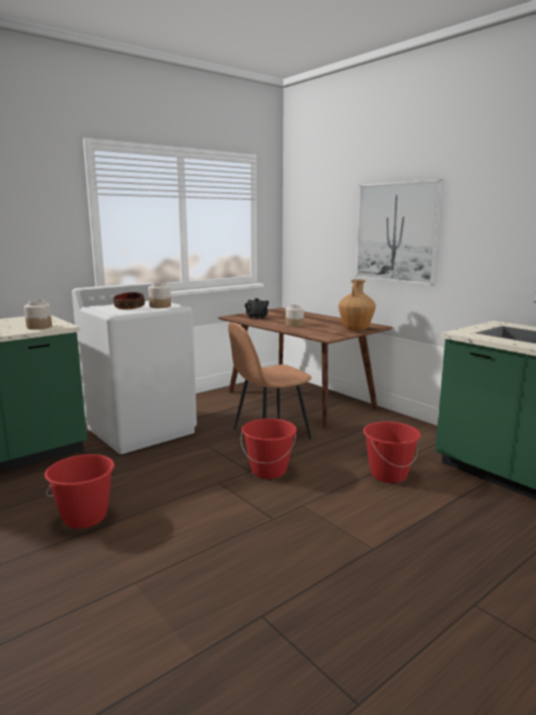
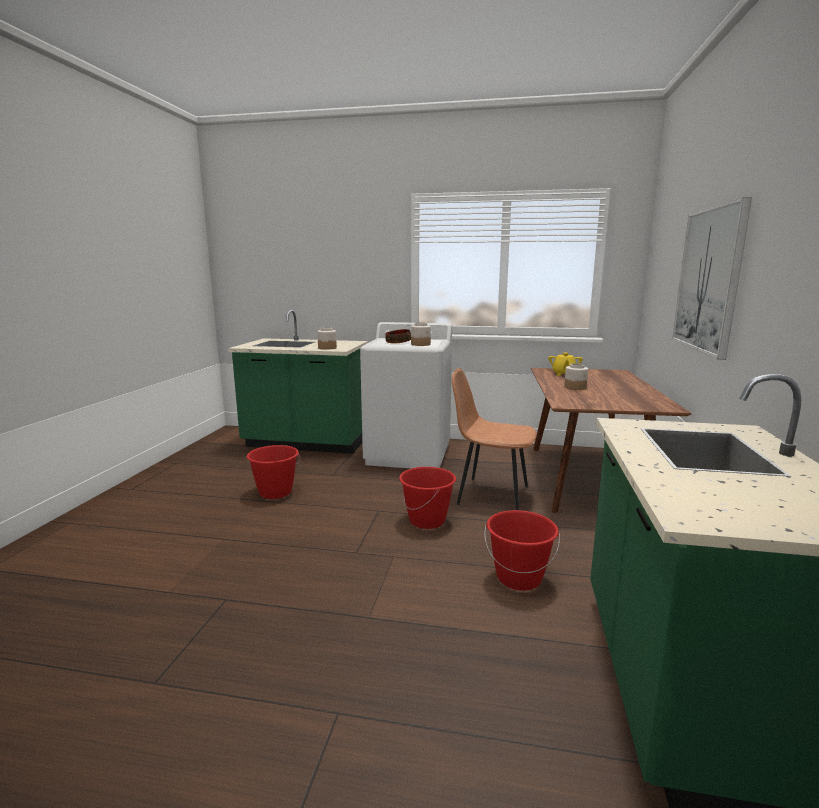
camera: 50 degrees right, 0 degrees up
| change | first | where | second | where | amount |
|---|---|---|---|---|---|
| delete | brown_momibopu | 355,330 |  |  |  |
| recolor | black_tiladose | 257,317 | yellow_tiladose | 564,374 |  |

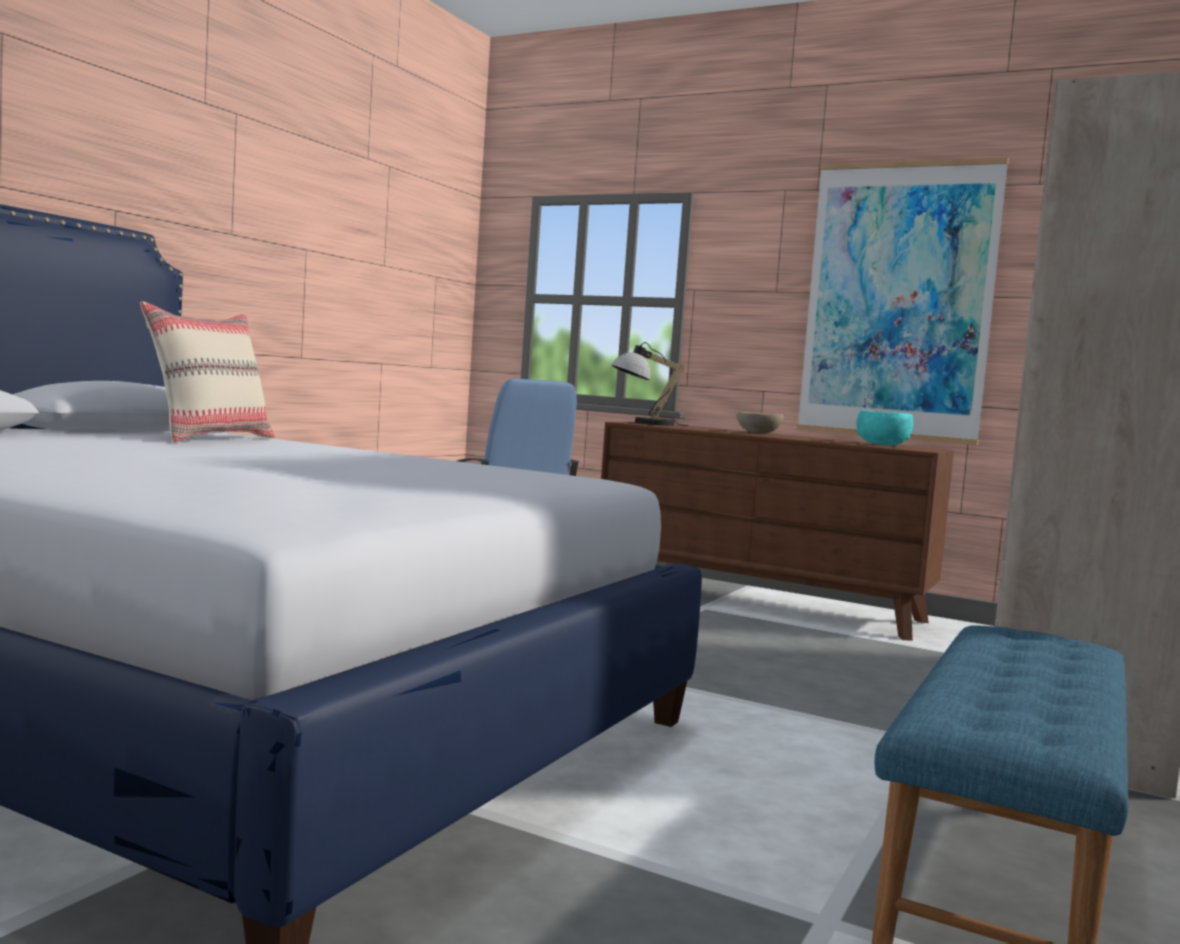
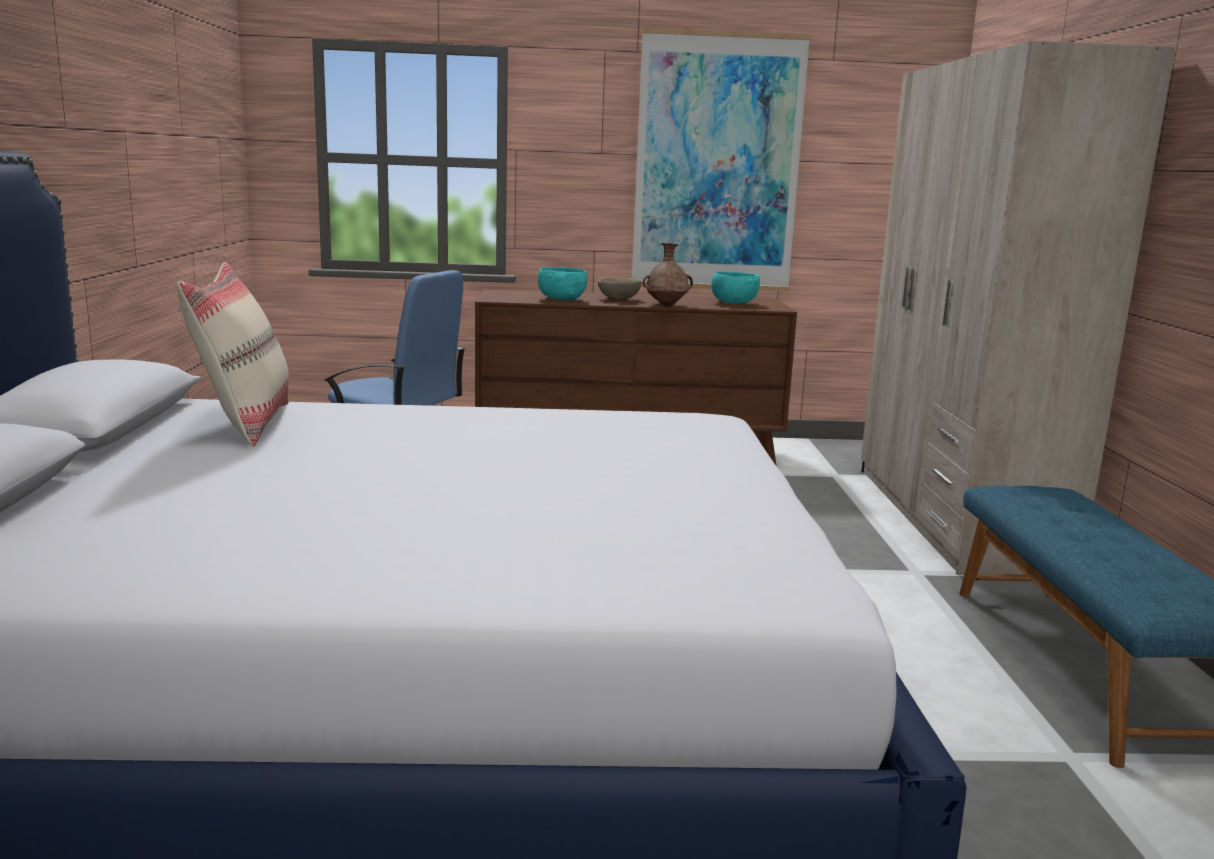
camera: 30 degrees left, 10 degrees up
| change | first | where | second | where | amount |
|---|---|---|---|---|---|
| delete | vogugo | 643,423 |  |  |  |
| insert |  |  | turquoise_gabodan | 561,299 |  |
| insert |  |  | brown_momibopu | 667,305 |  |

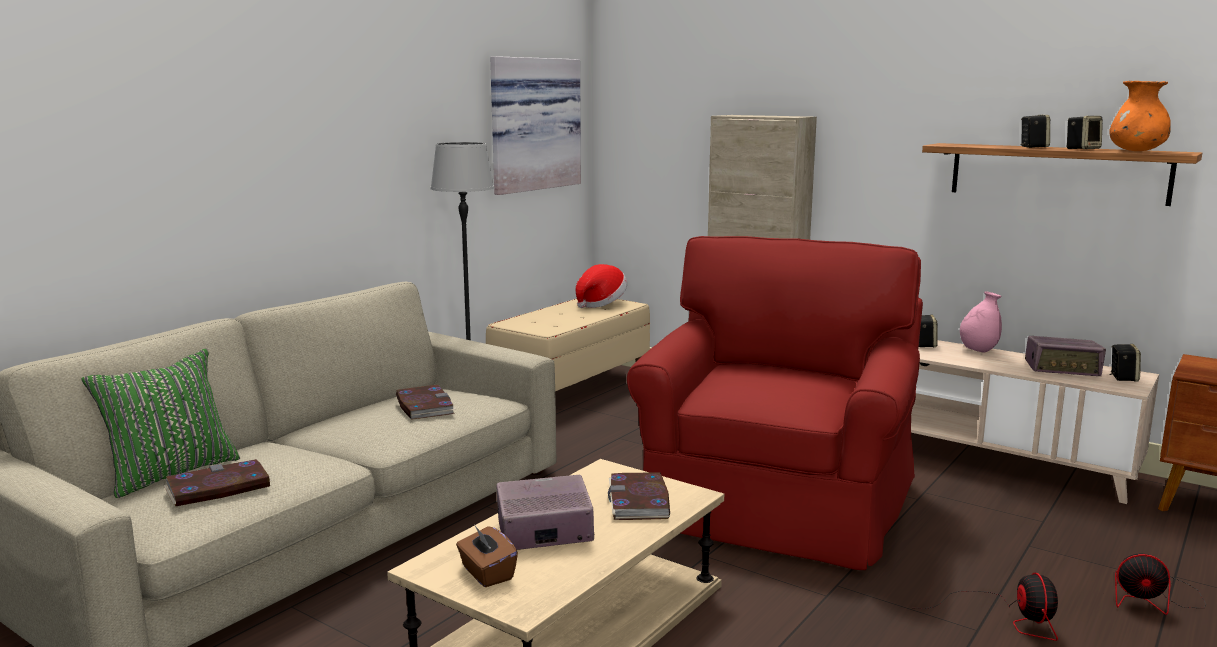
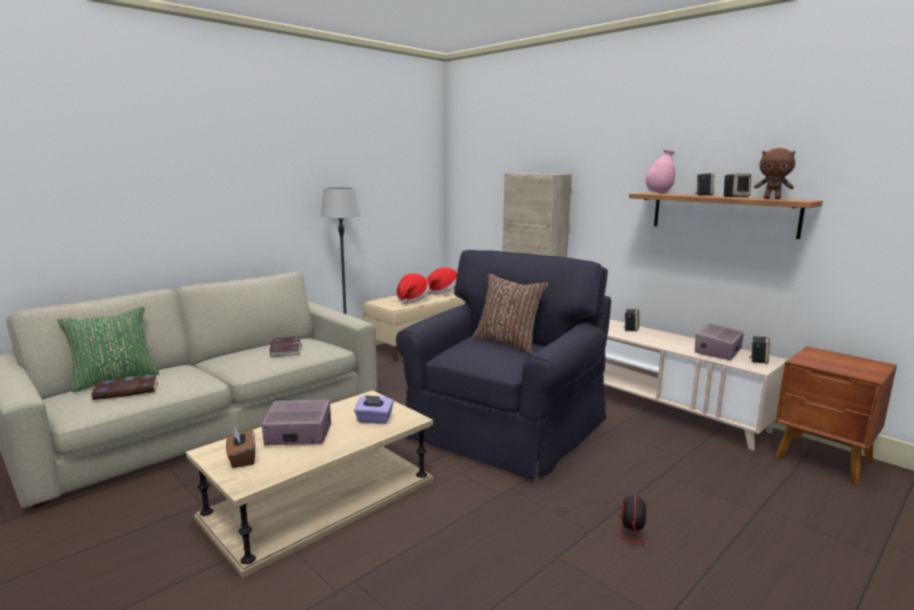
camera: 10 degrees right, 0 degrees up
| change | first | where | second | where | amount |
|---|---|---|---|---|---|
| delete | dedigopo | 532,124 |  |  |  |
| delete | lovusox | 1153,599 |  |  |  |
| insert |  |  | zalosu | 412,300 |  |
| insert |  |  | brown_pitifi | 507,343 |  |
| move | pink_momibopu | 978,350 |  | 658,193 |  |
| replace | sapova | 639,501 | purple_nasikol | 374,420 |  |
| replace | orange_momibopu | 1136,151 | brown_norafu | 772,199 |  |
| recolor | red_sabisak | 774,503 | black_sabisak | 502,428 |  |
| rotate | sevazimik | 1062,370 |  | 717,352 | 105 degrees clockwise |

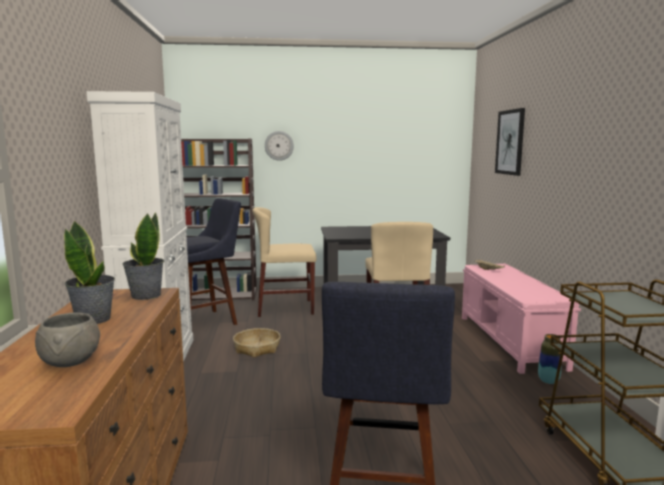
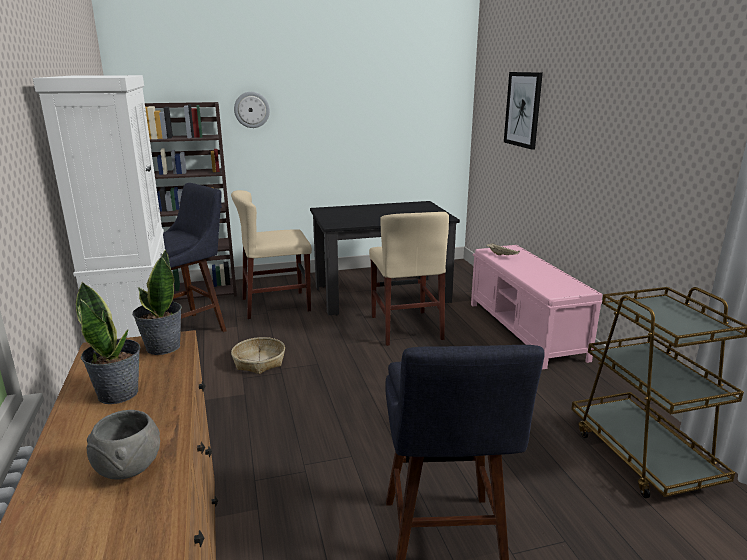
camera: 10 degrees left, 10 degrees up
| change | first | where | second | where | amount |
|---|---|---|---|---|---|
| delete | momibopu | 548,381 |  |  |  |

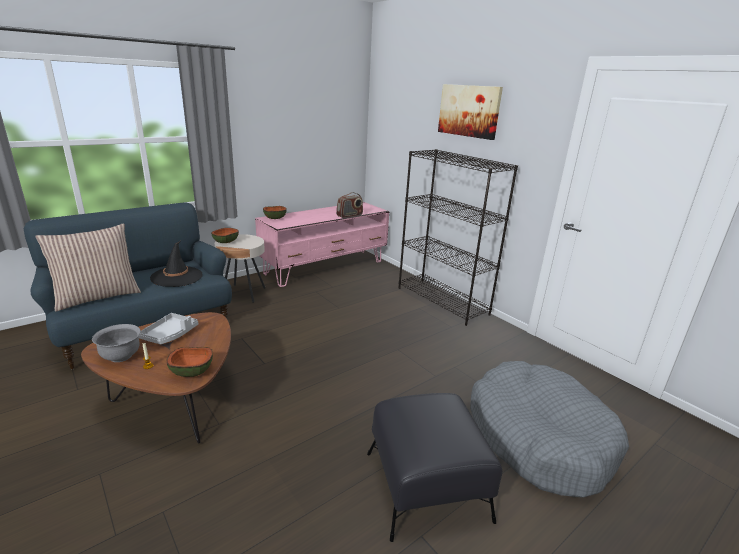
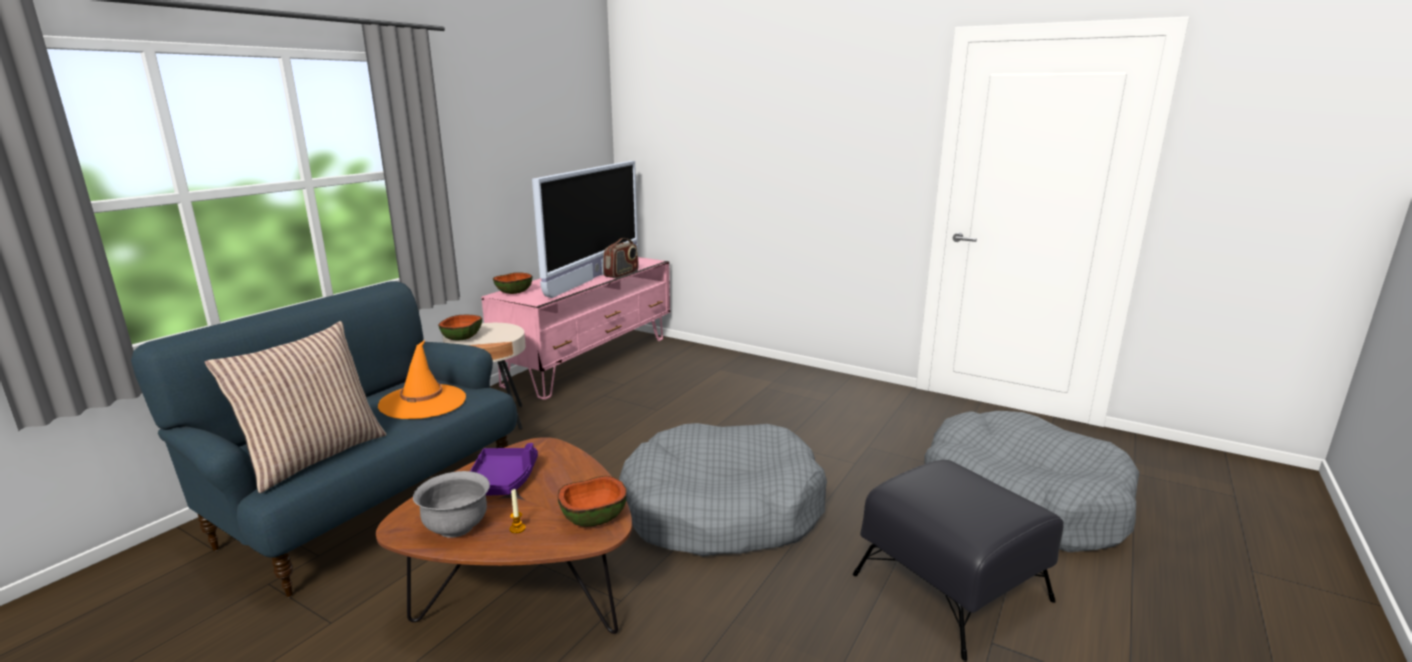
camera: 20 degrees left, 5 degrees down
| change | first | where | second | where | amount |
|---|---|---|---|---|---|
| delete | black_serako | 442,301 |  |  |  |
| delete | dedigopo | 469,111 |  |  |  |
| insert |  |  | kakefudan | 595,277 |  |
| insert |  |  | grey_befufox | 721,510 |  |
| recolor | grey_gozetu | 170,334 | purple_gozetu | 502,481 |  |
| recolor | black_zalosu | 177,277 | orange_zalosu | 423,402 |  |

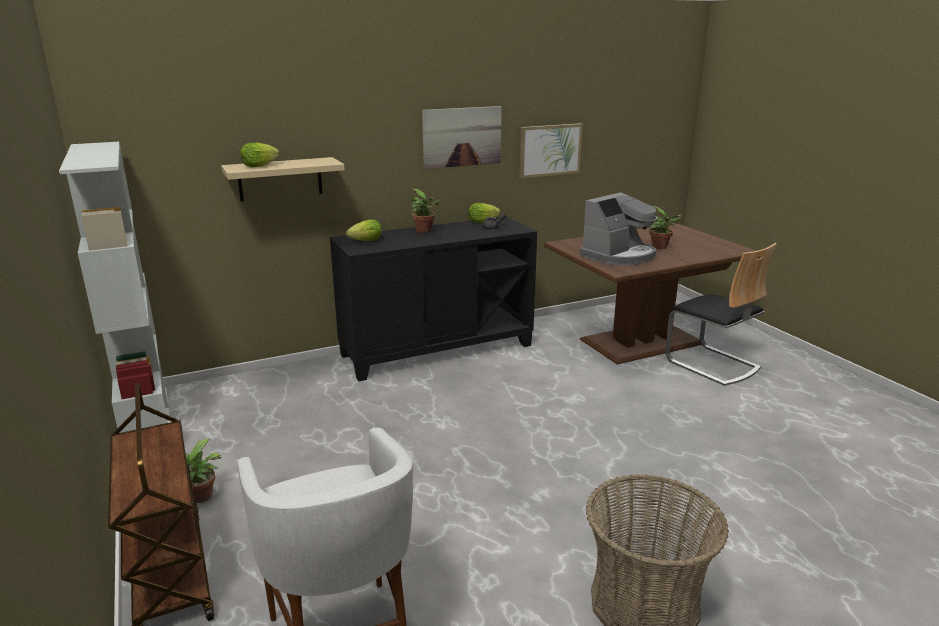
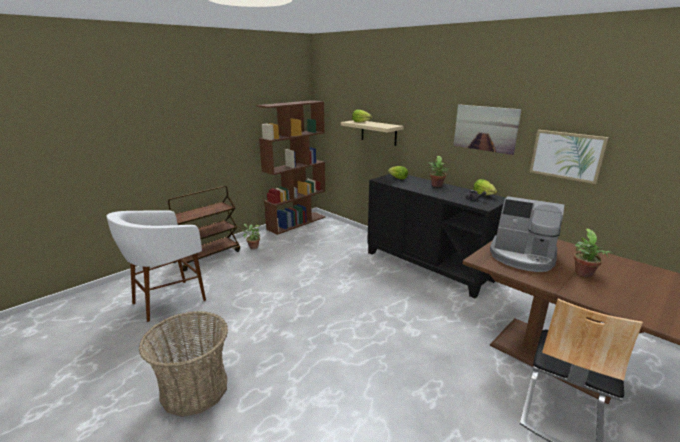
camera: 70 degrees right, 0 degrees up
| change | first | where | second | where | amount |
|---|---|---|---|---|---|
| recolor | white_serako | 147,425 | brown_serako | 297,223 |  |

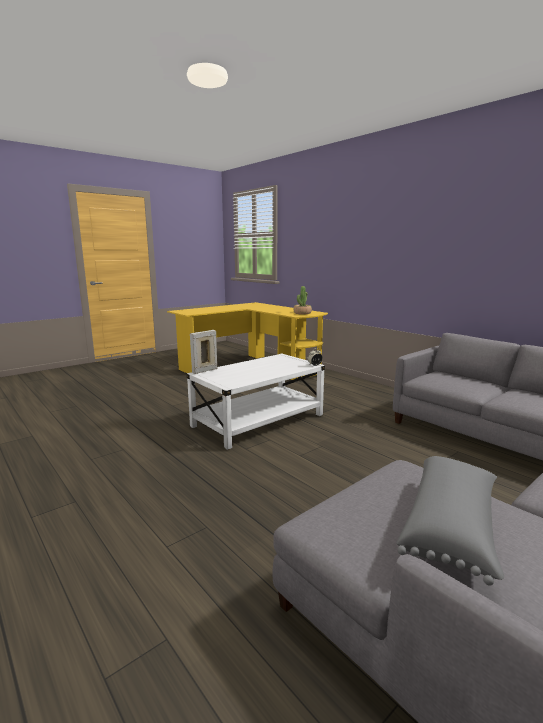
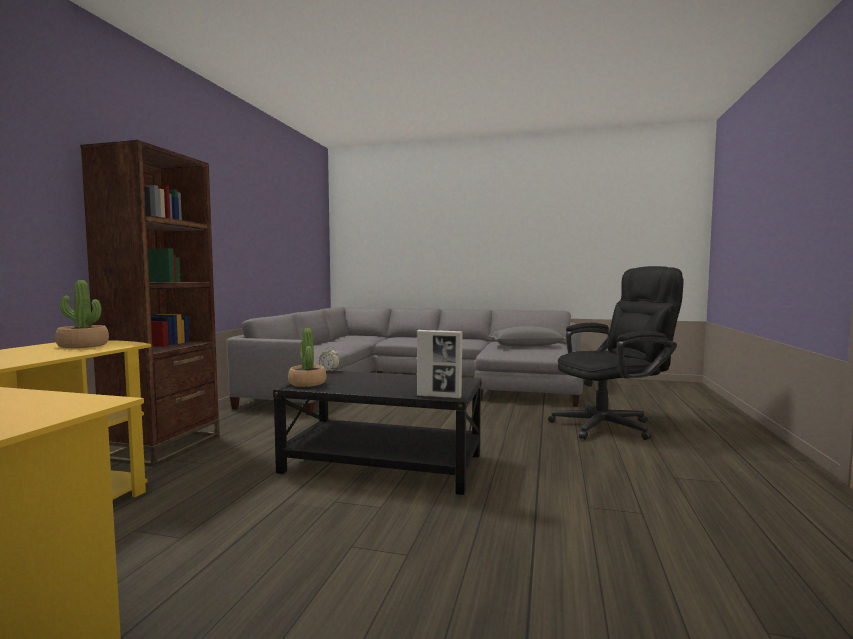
camera: 125 degrees left, 10 degrees down
| change | first | where | second | where | amount |
|---|---|---|---|---|---|
| insert |  |  | brown_serako | 164,447 |  |
| insert |  |  | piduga | 307,383 |  |
| insert |  |  | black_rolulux | 611,425 |  |
| recolor | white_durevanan | 258,421 | black_durevanan | 383,464 |  |

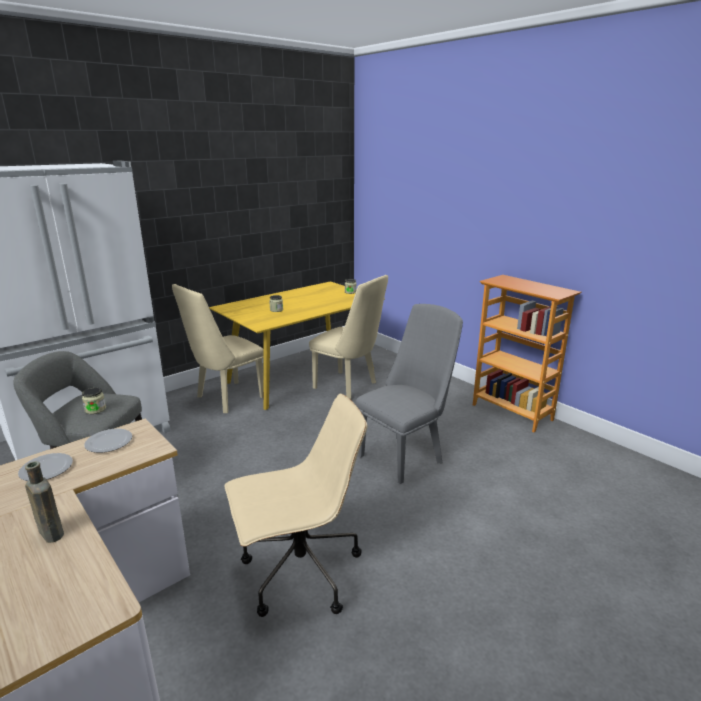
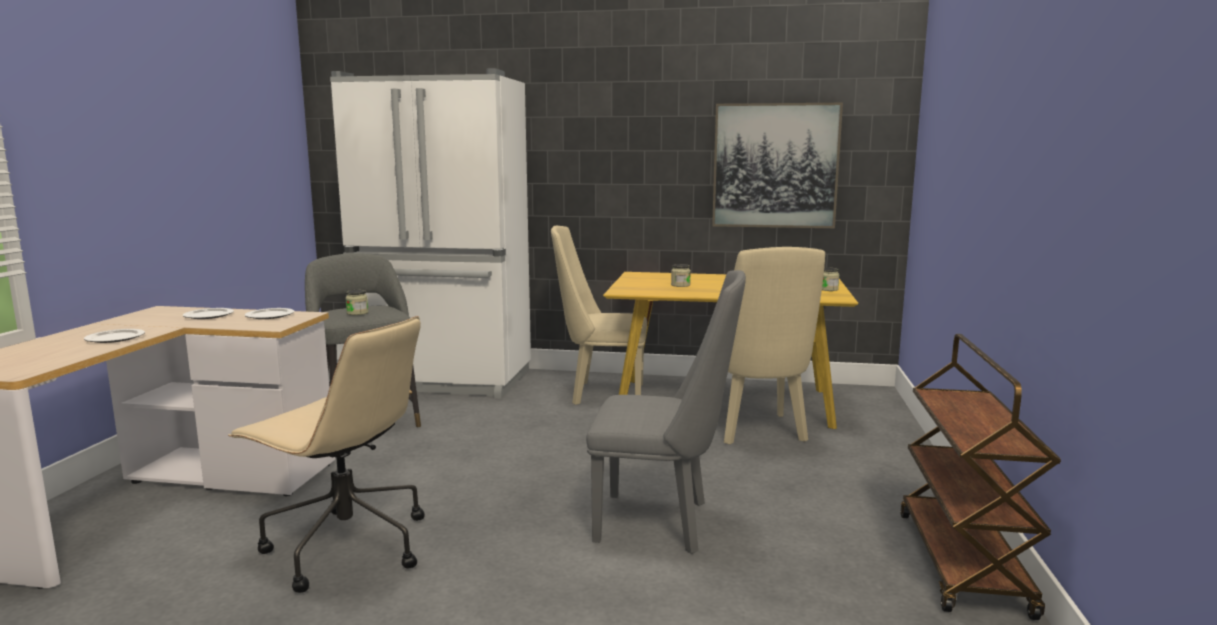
camera: 50 degrees right, 10 degrees down
| change | first | where | second | where | amount |
|---|---|---|---|---|---|
| insert |  |  | dedigopo | 775,166 |  |
| replace | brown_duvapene | 50,532 | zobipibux | 115,338 |  |
| replace | serako | 512,412 | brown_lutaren | 963,564 |  |

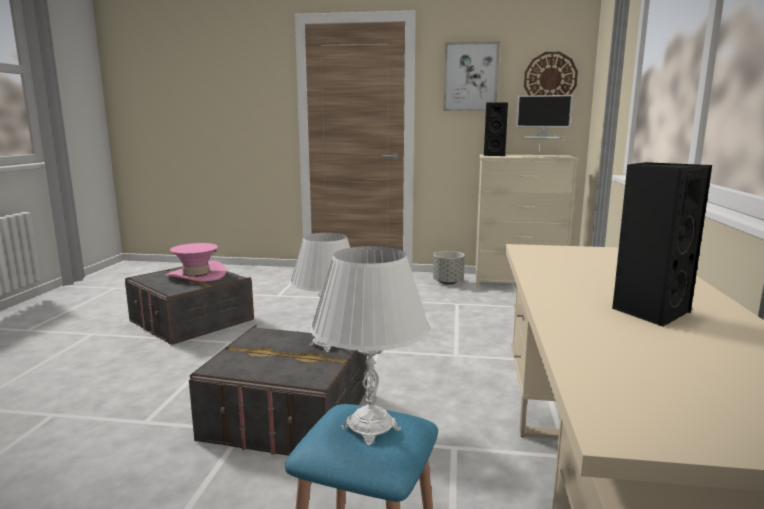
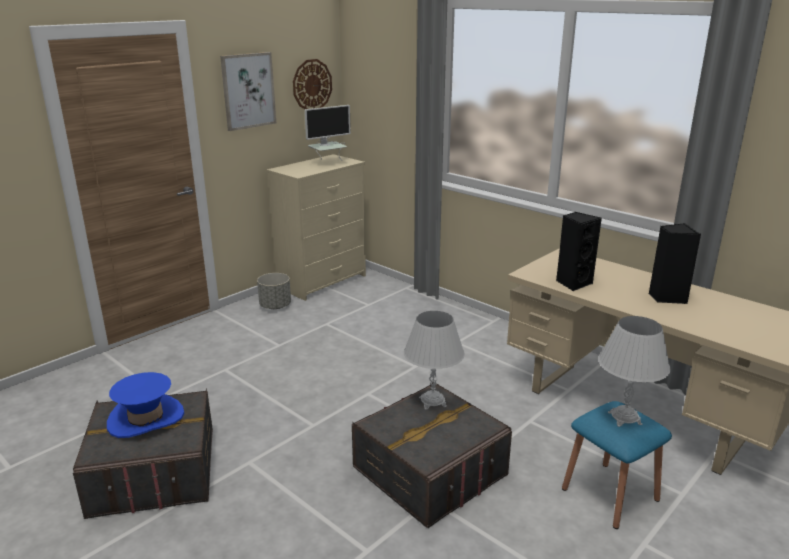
camera: 55 degrees left, 10 degrees up
| change | first | where | second | where | amount |
|---|---|---|---|---|---|
| move | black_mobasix | 495,155 |  | 573,283 |  |
| recolor | pink_zalosu | 196,275 | blue_zalosu | 146,418 |  |

